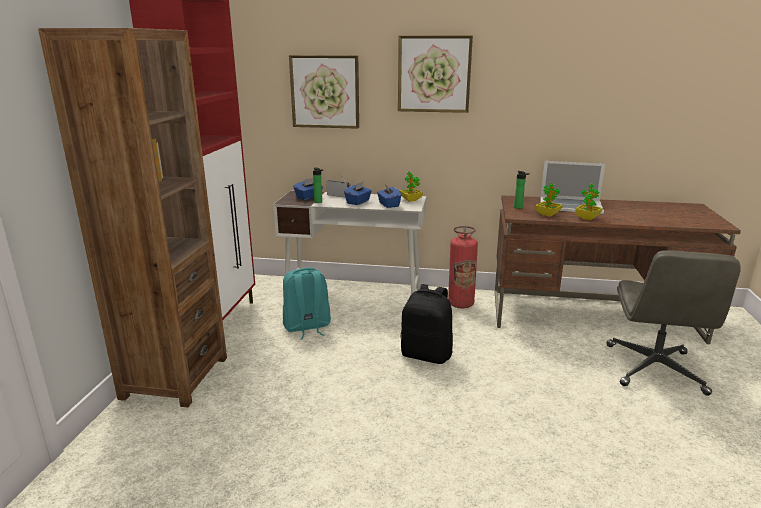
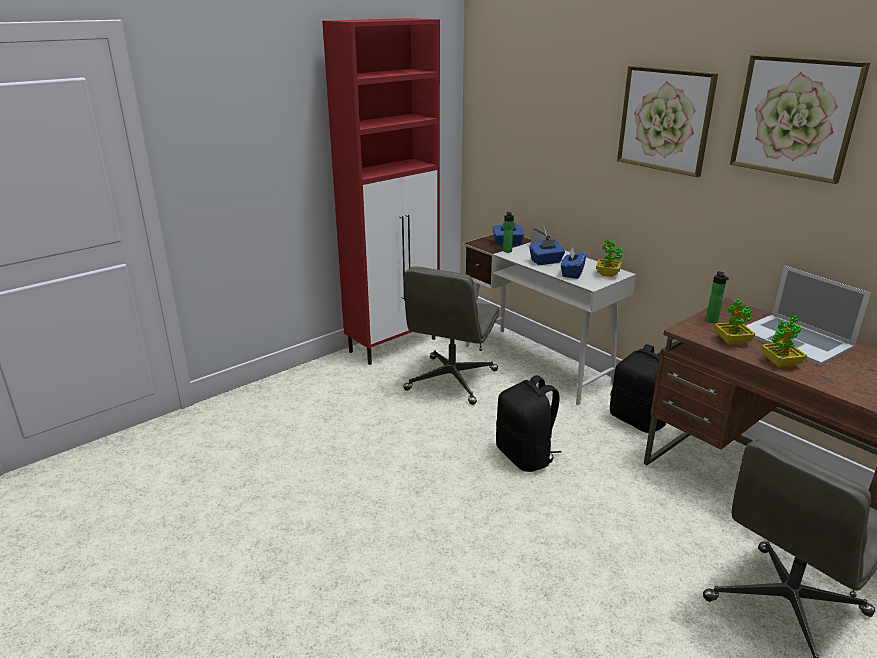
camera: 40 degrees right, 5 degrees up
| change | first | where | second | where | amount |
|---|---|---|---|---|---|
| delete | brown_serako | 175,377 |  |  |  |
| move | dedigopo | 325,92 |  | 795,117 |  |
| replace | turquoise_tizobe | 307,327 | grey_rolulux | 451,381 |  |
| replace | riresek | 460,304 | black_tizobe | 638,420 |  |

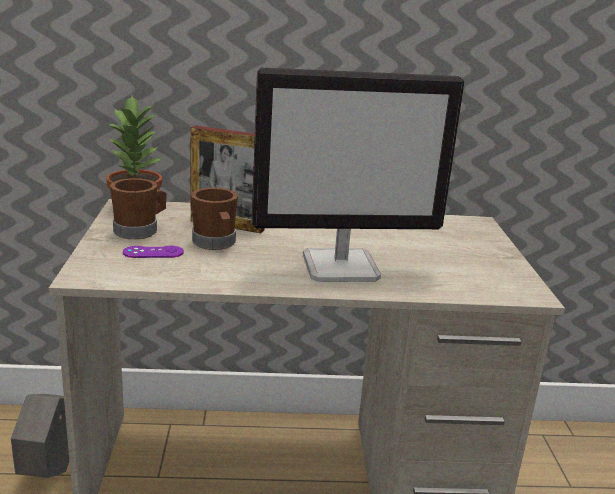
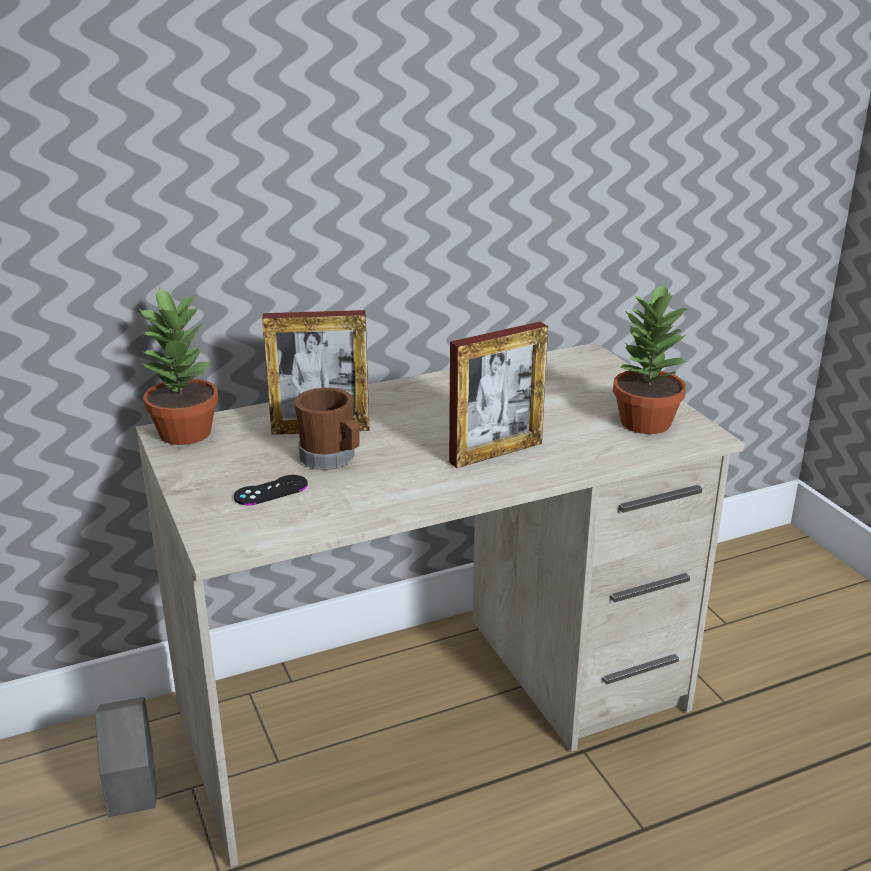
camera: 20 degrees left, 5 degrees up
| change | first | where | second | where | amount |
|---|---|---|---|---|---|
| delete | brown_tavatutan | 140,230 |  |  |  |
| insert |  |  | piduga | 644,423 |  |
| replace | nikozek | 342,267 | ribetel | 496,452 |  |
| recolor | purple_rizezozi | 153,252 | black_rizezozi | 271,490 |  |

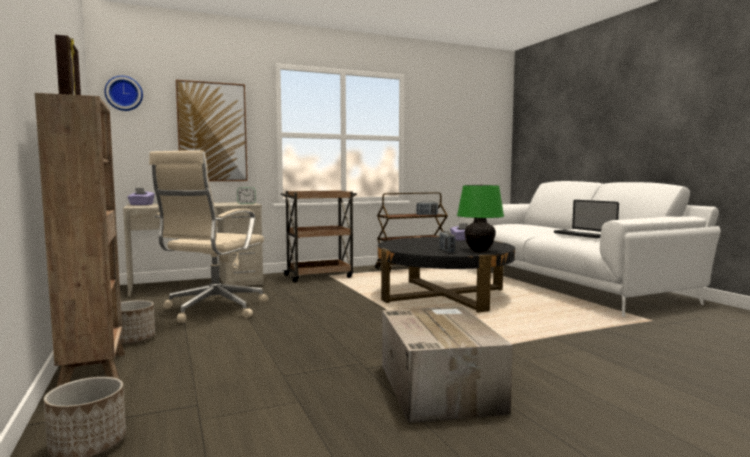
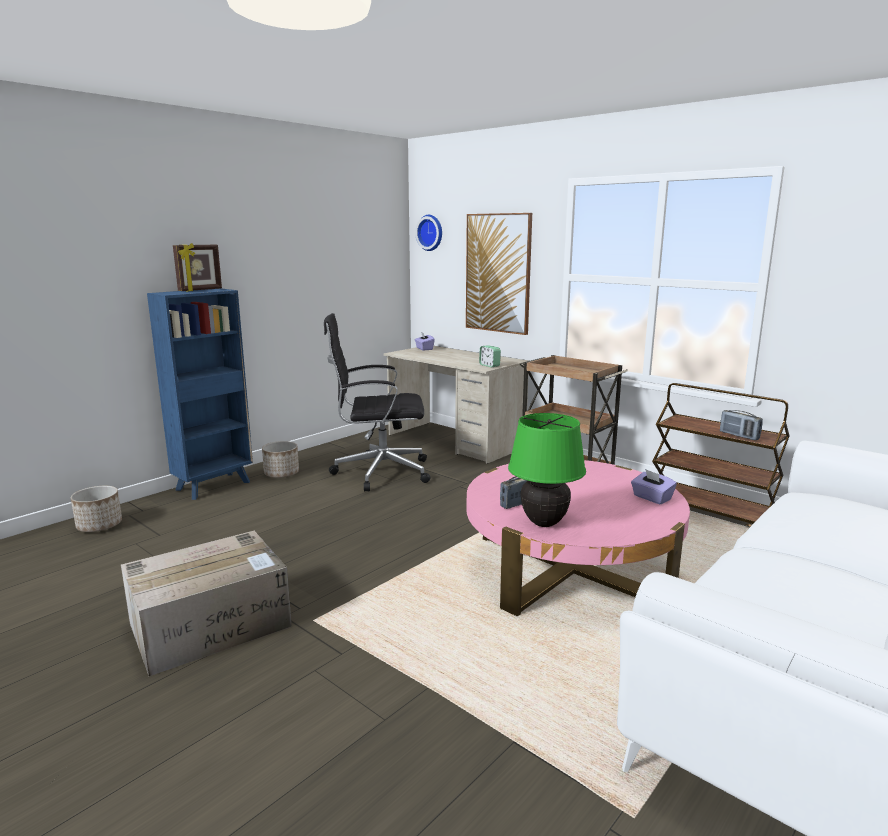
camera: 65 degrees right, 10 degrees up
| change | first | where | second | where | amount |
|---|---|---|---|---|---|
| delete | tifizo | 584,234 |  |  |  |
| recolor | brown_serako | 94,370 | blue_serako | 215,485 |  |
| recolor | beige_rolulux | 213,310 | black_rolulux | 379,472 |  |
| recolor | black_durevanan | 444,295 | pink_durevanan | 570,569 |  |

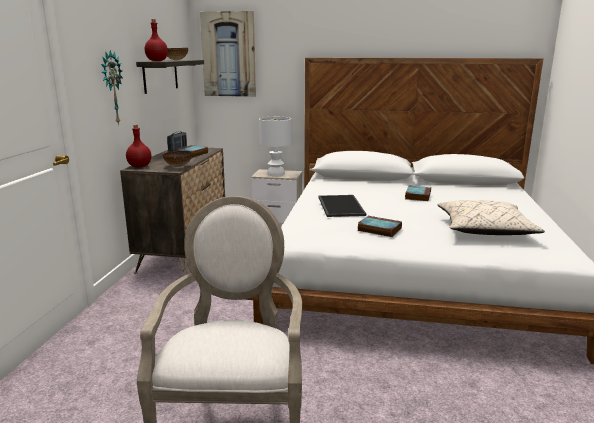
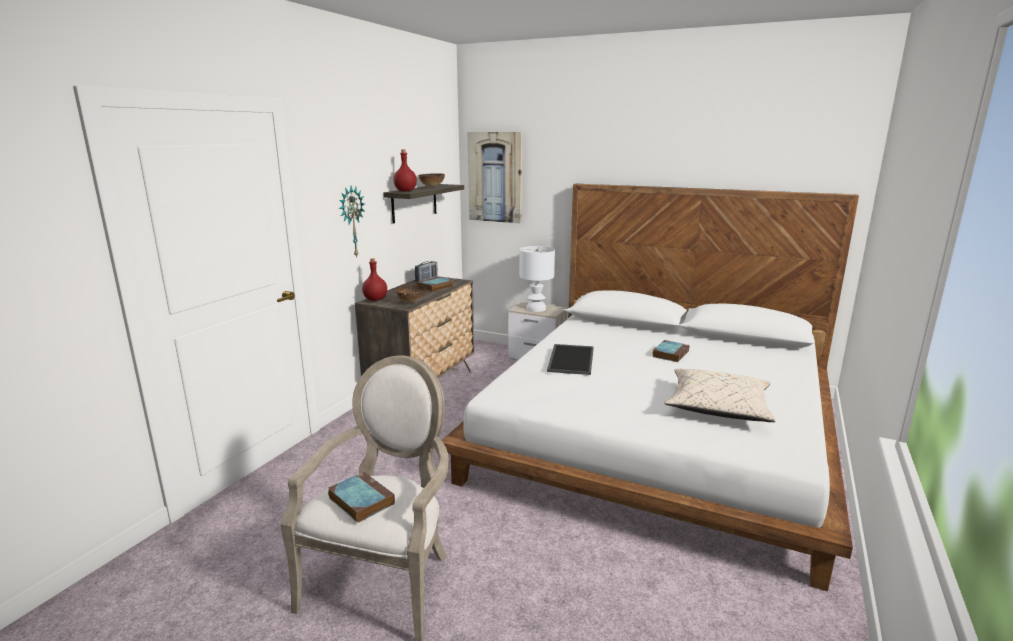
camera: 15 degrees right, 0 degrees up
| change | first | where | second | where | amount |
|---|---|---|---|---|---|
| move | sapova | 378,229 |  | 360,500 |  |

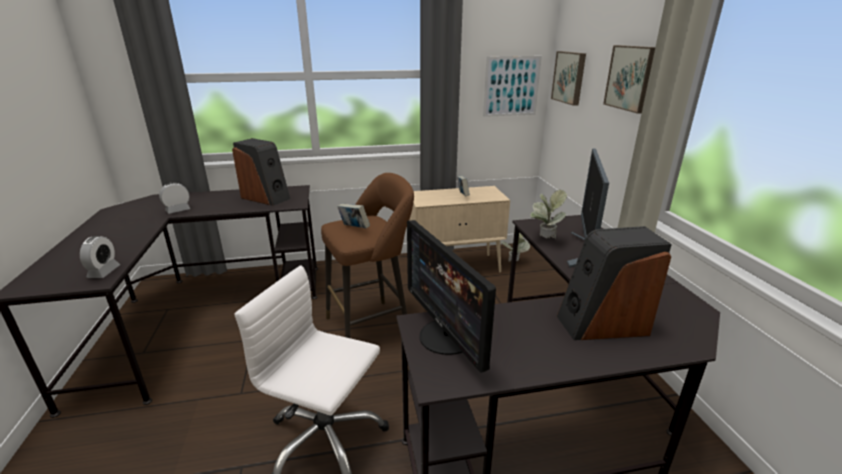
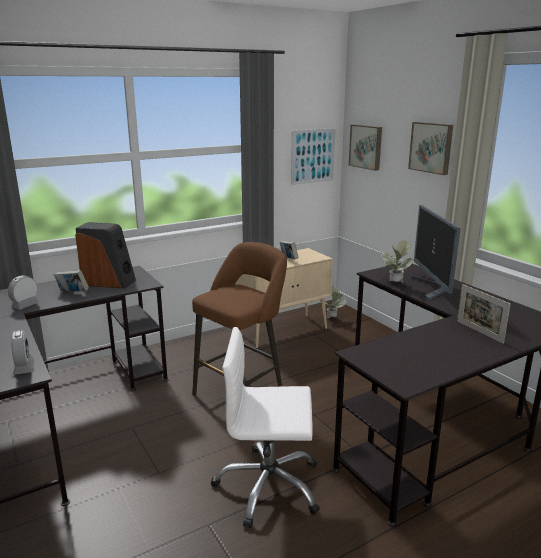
camera: 20 degrees left, 5 degrees down
| change | first | where | second | where | amount |
|---|---|---|---|---|---|
| delete | nikozek | 447,336 |  |  |  |
| move | sapova | 354,228 |  | 72,293 |  |
| replace | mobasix | 602,324 | ribetel | 479,332 |  |

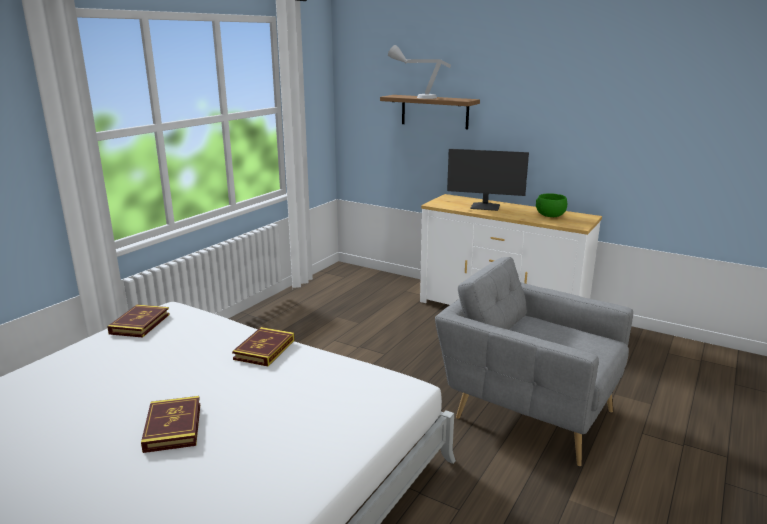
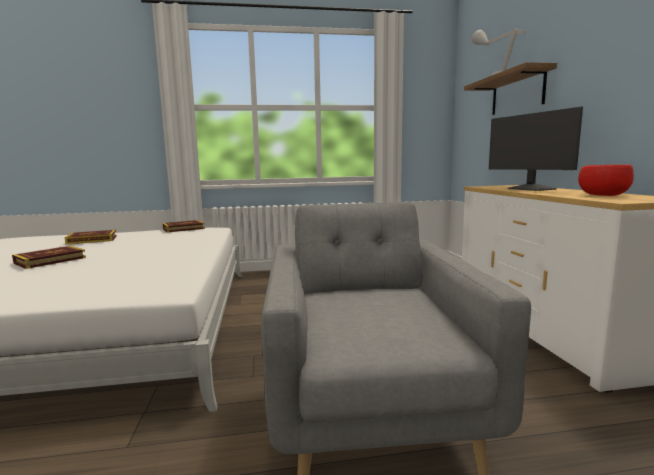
camera: 50 degrees right, 10 degrees down
| change | first | where | second | where | amount |
|---|---|---|---|---|---|
| move | sapova | 264,350 |  | 92,240 |  |
| recolor | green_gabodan | 550,215 | red_gabodan | 602,195 |  |

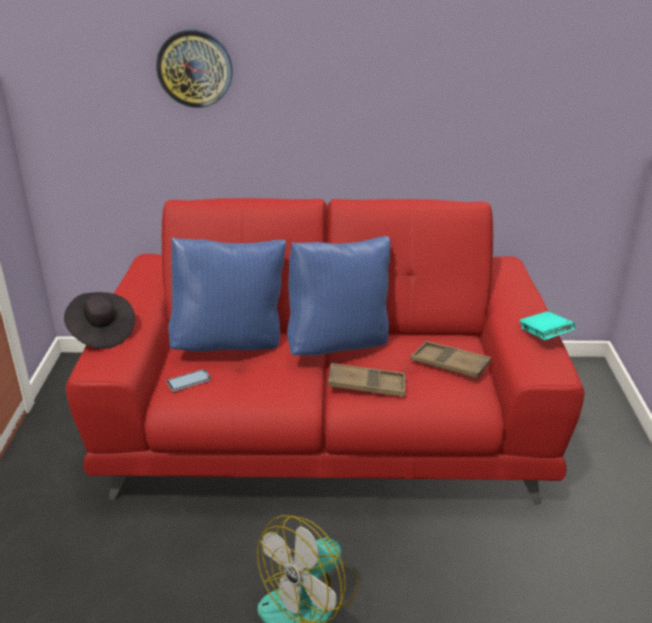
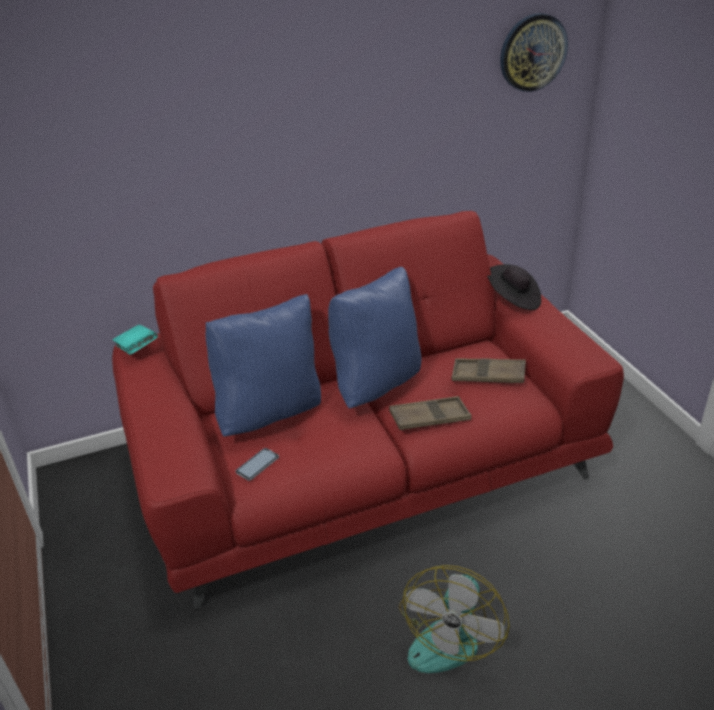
camera: 20 degrees left, 5 degrees up
| change | first | where | second | where | amount |
|---|---|---|---|---|---|
| move | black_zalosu | 101,333 |  | 513,299 |  |
| move | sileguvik | 195,68 |  | 532,52 |  |
| move | turquoise_sapova | 544,336 |  | 137,349 |  |

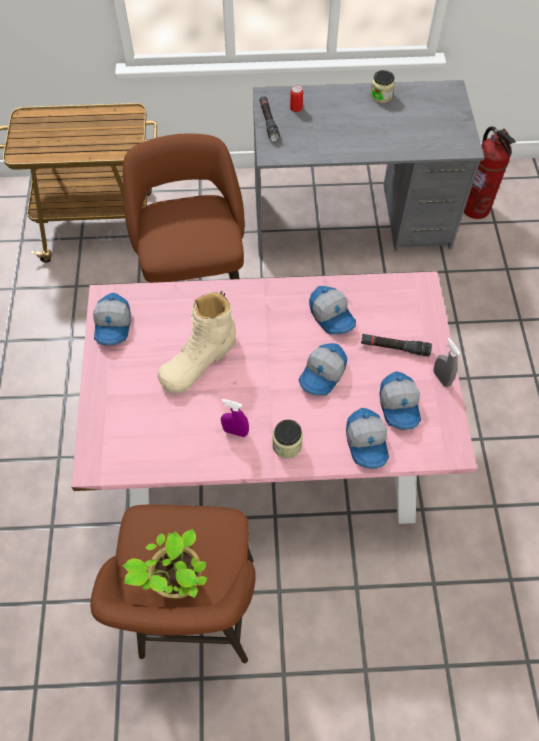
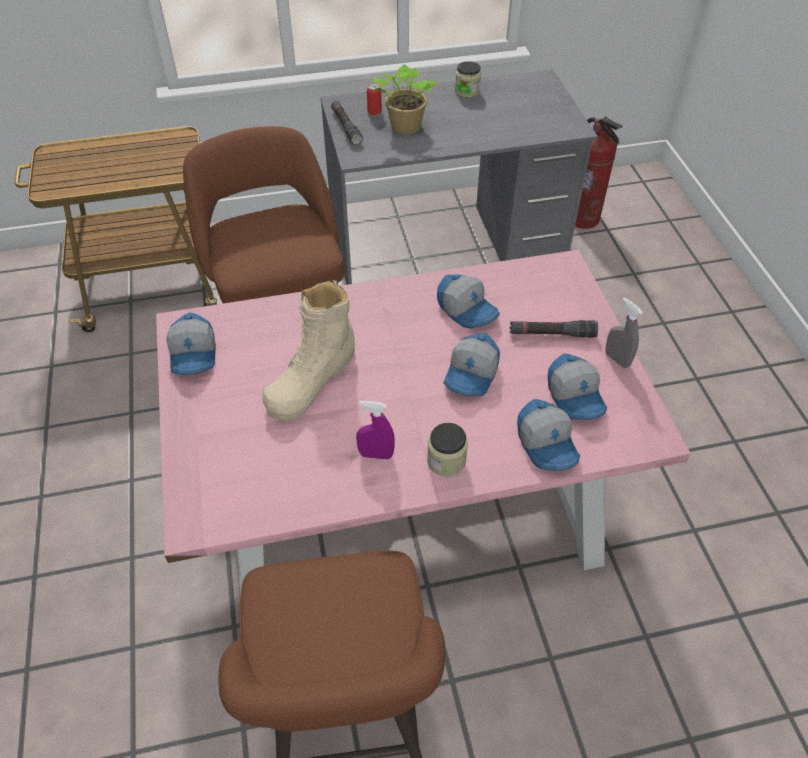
camera: 10 degrees left, 10 degrees down
| change | first | where | second | where | amount |
|---|---|---|---|---|---|
| move | piduga | 176,582 |  | 404,127 |  |

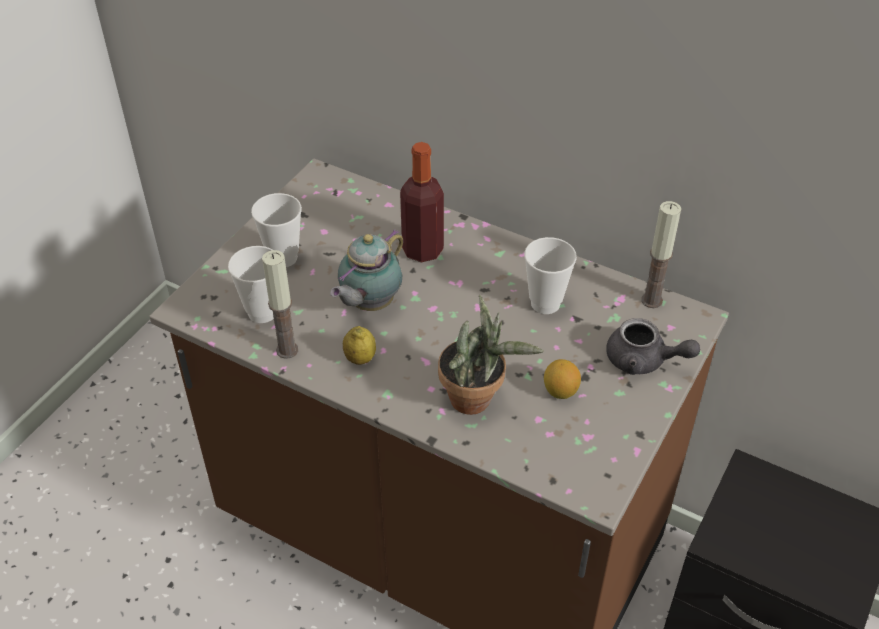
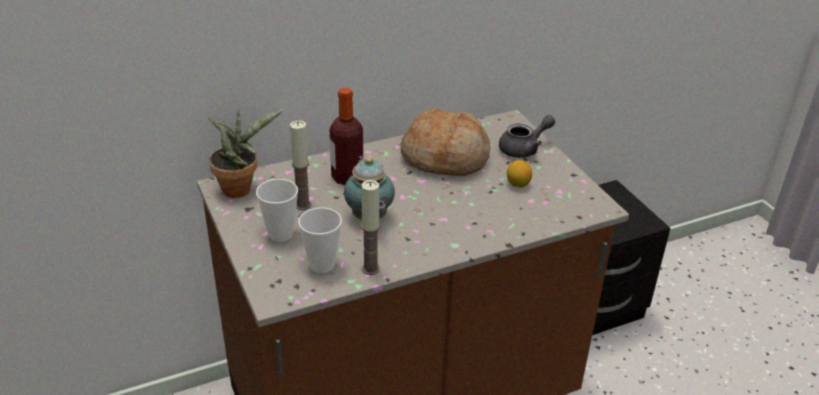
camera: 55 degrees left, 10 degrees down
| change | first | where | second | where | amount |
|---|---|---|---|---|---|
| delete | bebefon | 360,358 |  |  |  |
| move | piduga | 477,400 |  | 240,187 |  |
| move | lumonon | 651,300 |  | 303,205 |  |
| replace | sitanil | 545,303 | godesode | 446,158 |  |

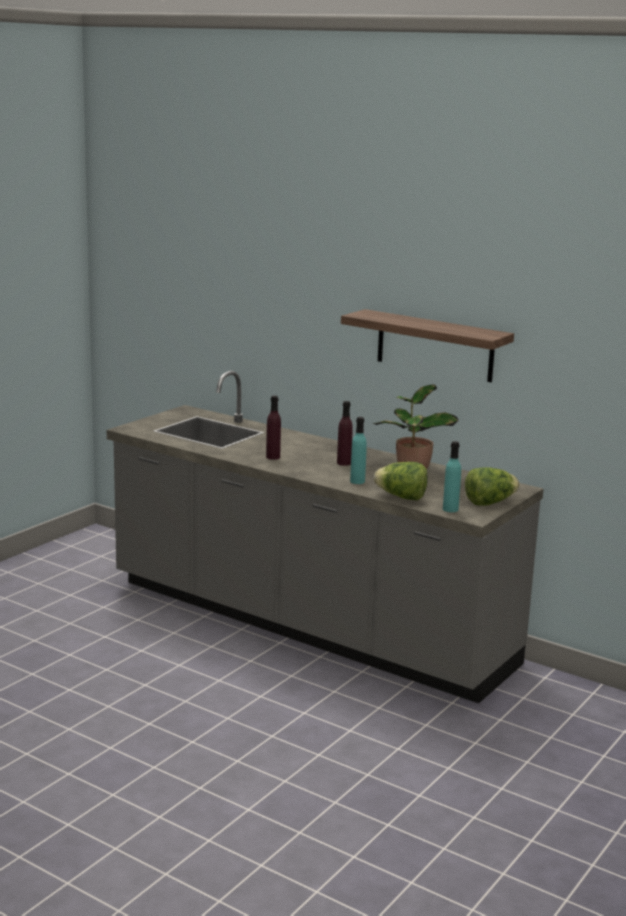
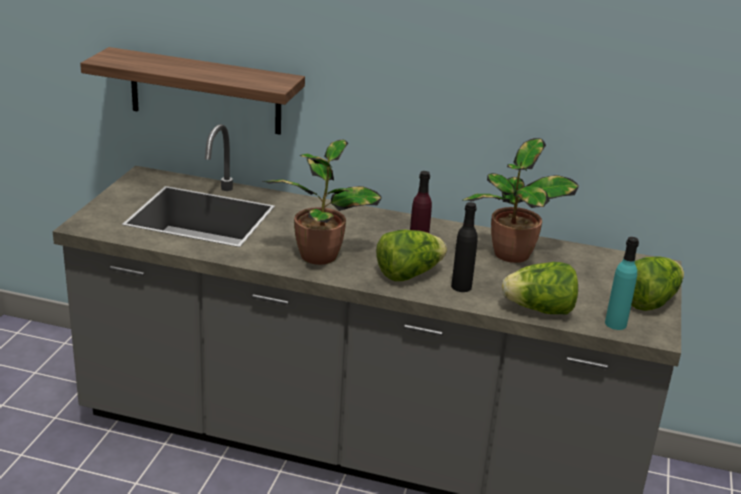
camera: 20 degrees left, 10 degrees up
| change | first | where | second | where | amount |
|---|---|---|---|---|---|
| insert |  |  | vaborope | 408,274 |  |
| move | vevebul | 435,346 |  | 205,91 |  |
| replace | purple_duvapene | 273,457 | piduga | 319,254 |  |
| recolor | turquoise_duvapene | 357,481 | black_duvapene | 461,286 |  |

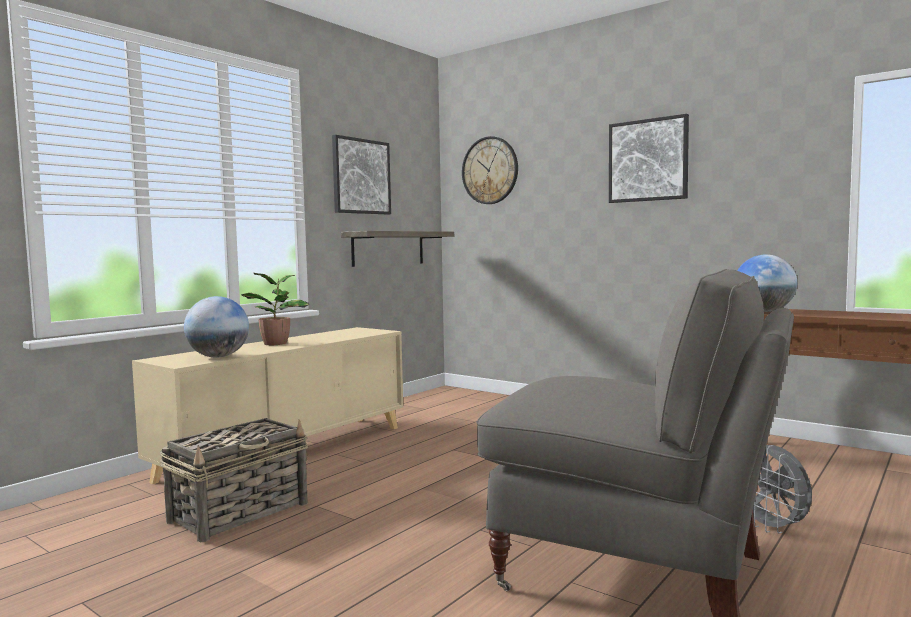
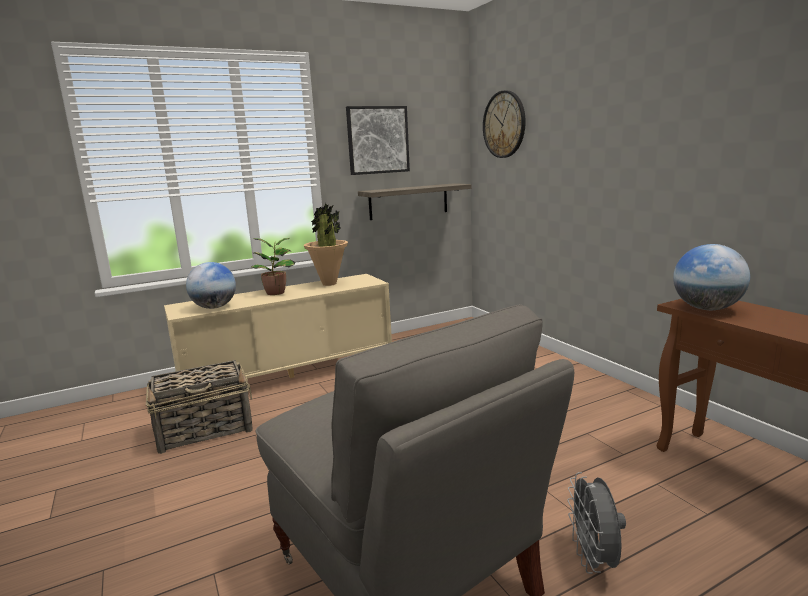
camera: 25 degrees right, 10 degrees up
| change | first | where | second | where | amount |
|---|---|---|---|---|---|
| delete | dedigopo | 648,160 |  |  |  |
| insert |  |  | piduga | 329,284 |  |

